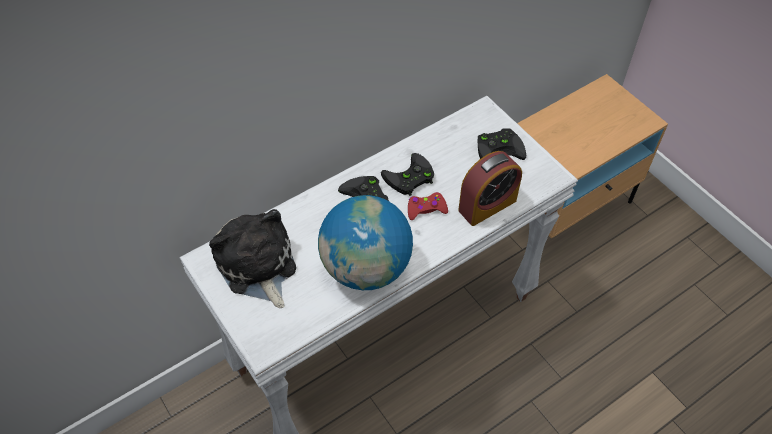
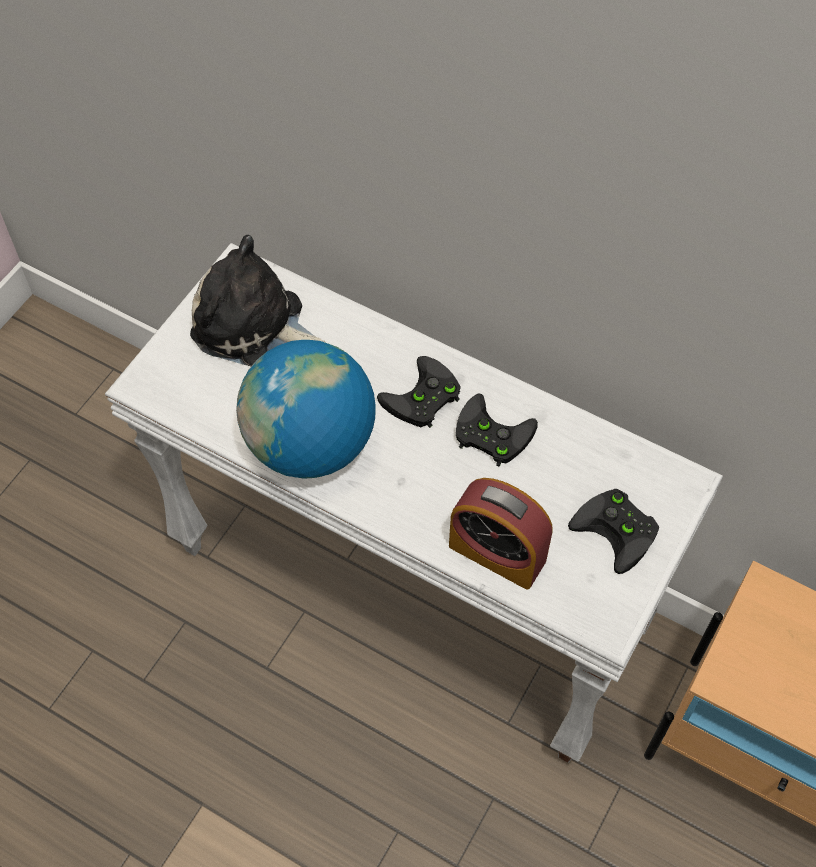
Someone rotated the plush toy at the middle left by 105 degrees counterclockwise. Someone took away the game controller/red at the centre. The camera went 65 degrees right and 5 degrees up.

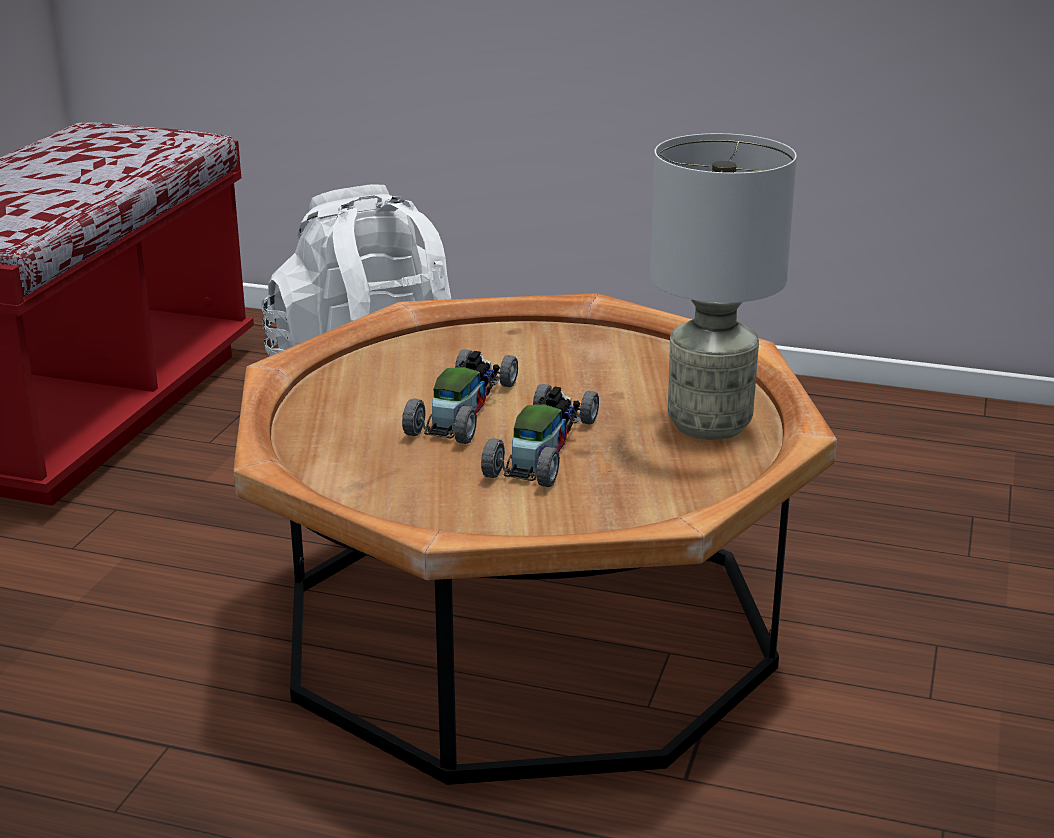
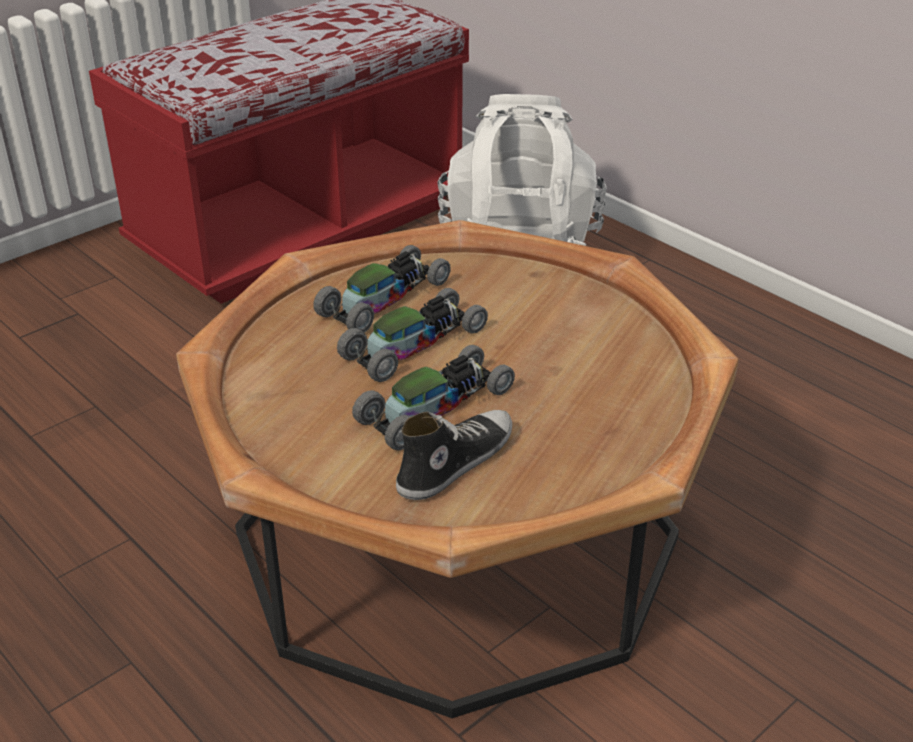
Someone put down the toy car (no. 1 from left) at the centre. Someone put down the shoe at the centre. Someone took away the table lamp/grey at the middle right. The camera went 30 degrees right and 10 degrees up.

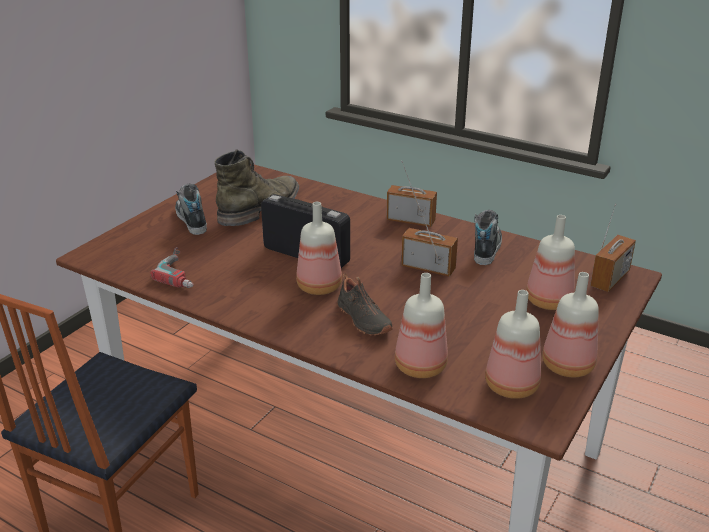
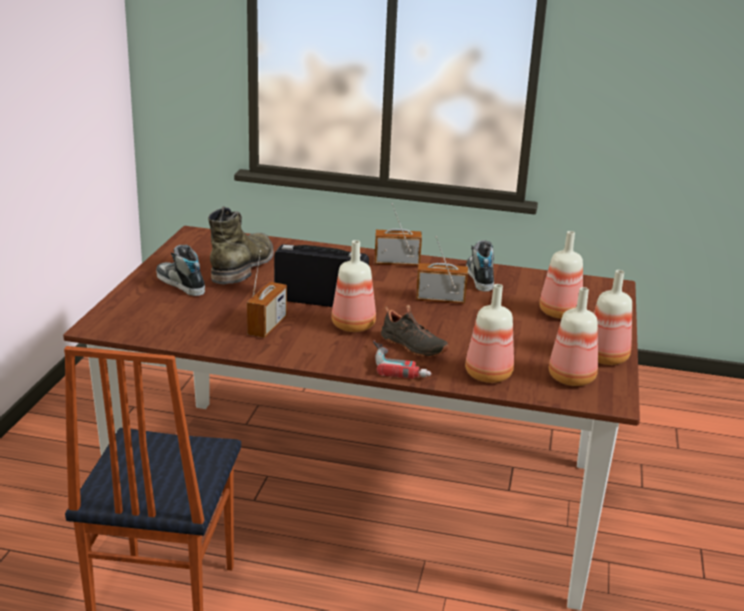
Someone carried the radio (no. 4 from left in the first image) from the middle right to the centre. Someone carried the power drill from the middle left to the centre. The camera went 20 degrees left and 5 degrees down.

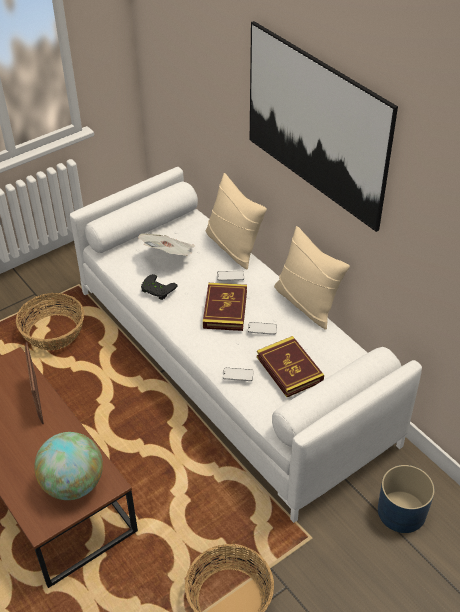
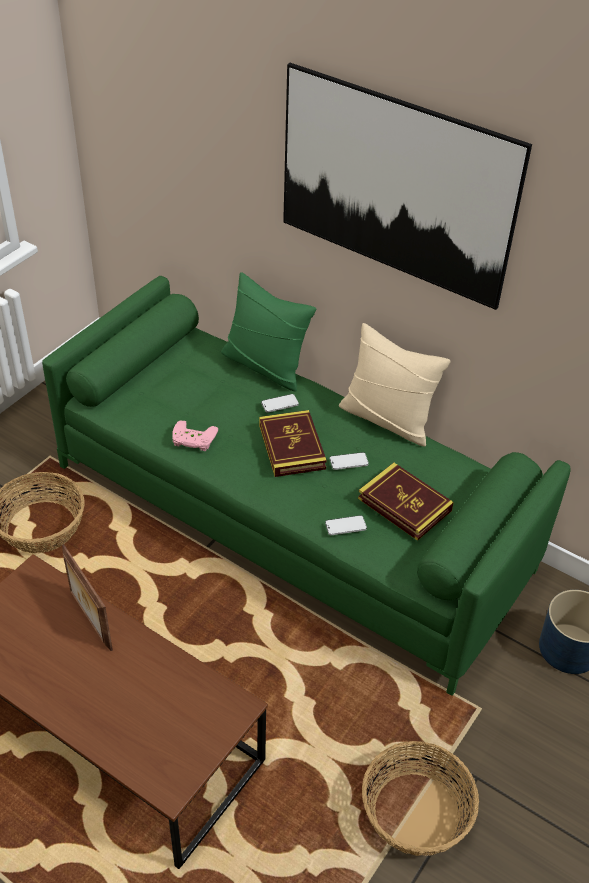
Someone repainted the sofa/white at the centre, which became the sofa/green at the centre. Someone repainted the game controller/black at the centre, which became the game controller/pink at the middle left. Someone repainted the pillow/beige (no. 1 from left) at the centre, which became the pillow/green at the centre. Someone took away the globe at the bottom left. Someone took away the newspaper at the centre. The camera went 20 degrees left and 0 degrees up.

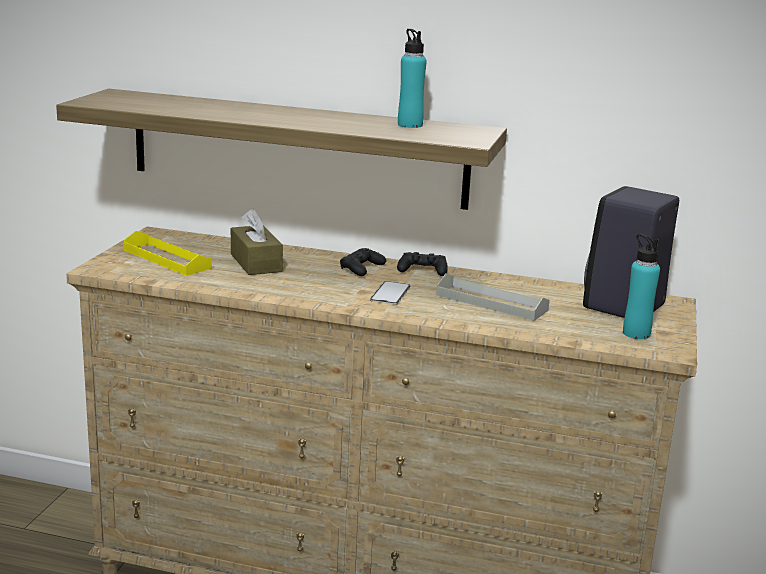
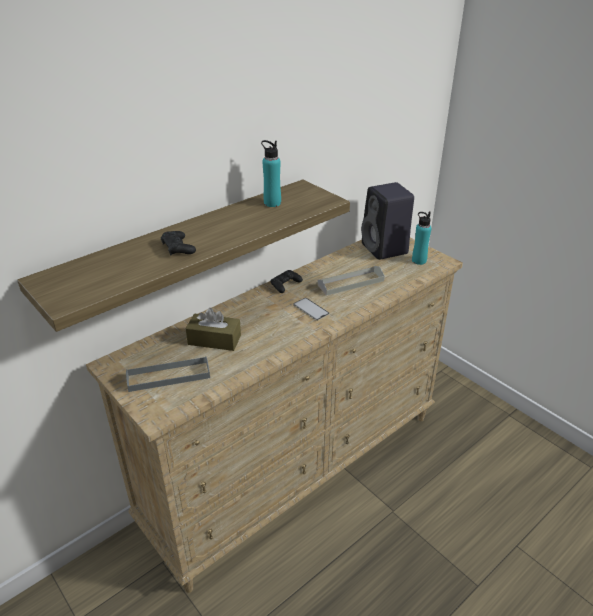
Someone repainted the tray/yellow at the middle left, which became the tray/grey (no. 1 from left) at the middle left. Someone carried the game controller/black (no. 1 from left) from the centre to the middle left. The camera went 55 degrees left and 15 degrees up.

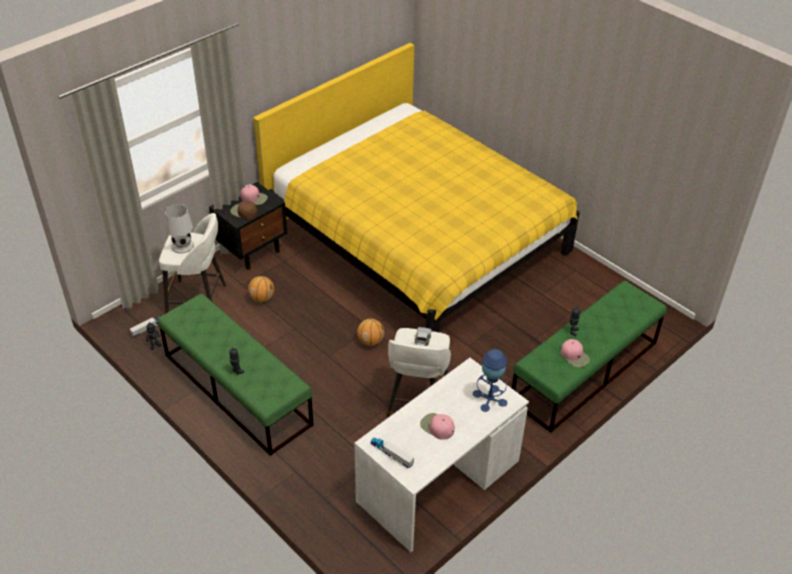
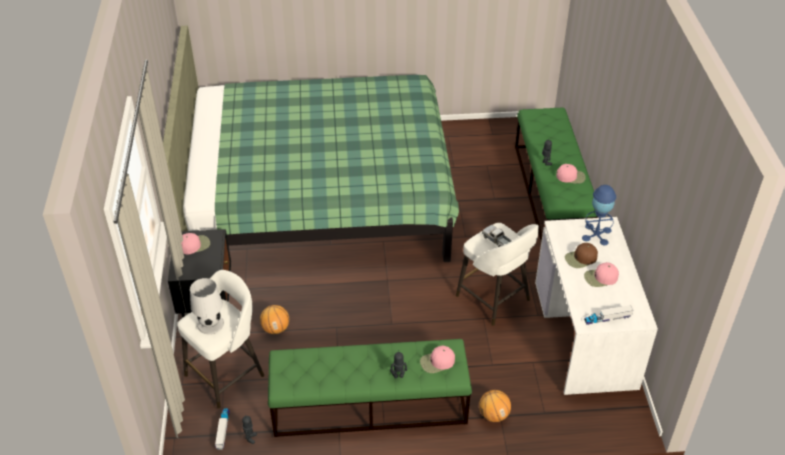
Someone repainted the bed/yellow at the top centre, which became the bed/green at the top centre. Someone put down the cap/pink (no. 2 from left) at the bottom centre. Someone carried the basketball (no. 2 from left) from the centre to the bottom centre. Someone carried the cap/brown from the middle left to the middle right. The camera went 50 degrees left and 0 degrees up.

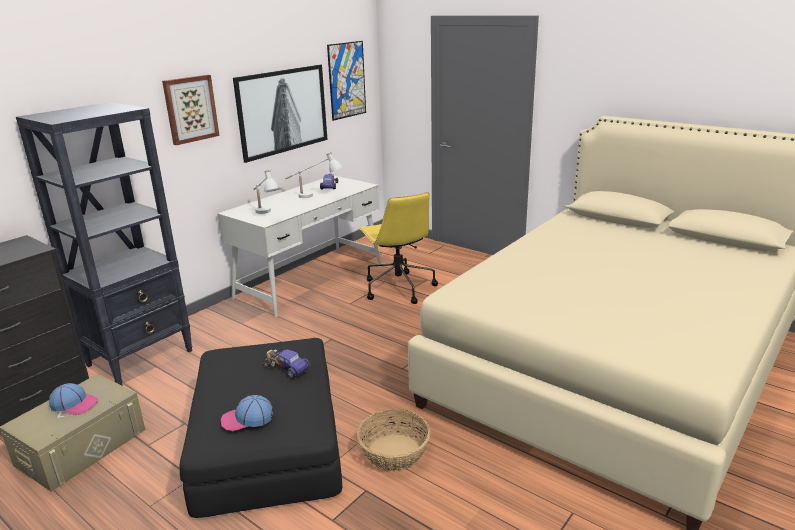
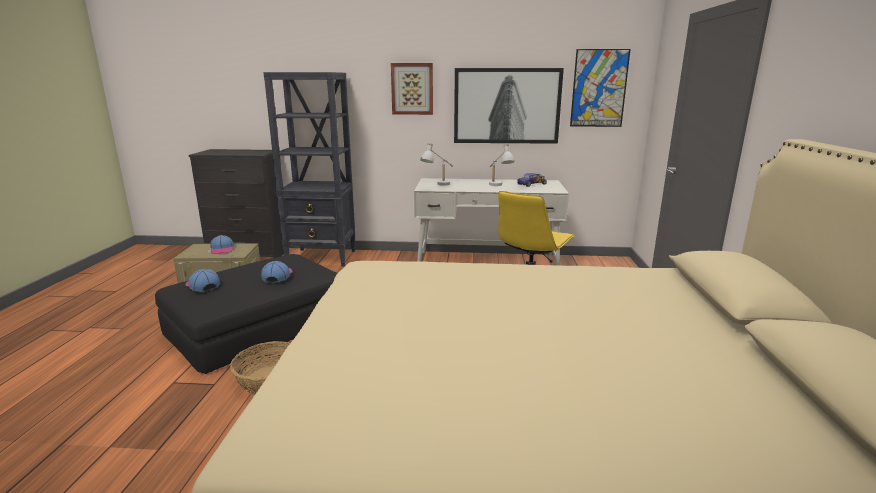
Someone swapped the toy car (no. 1 from left) at the bottom centre for the cap (no. 3 from left) at the middle left. The camera went 55 degrees right and 5 degrees down.

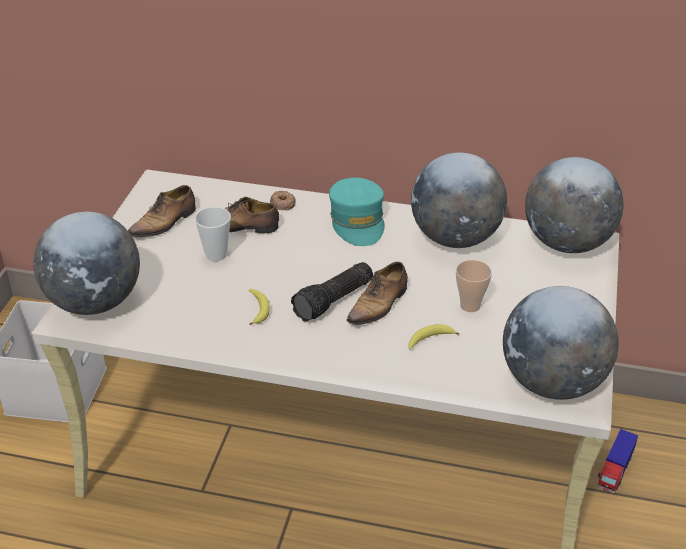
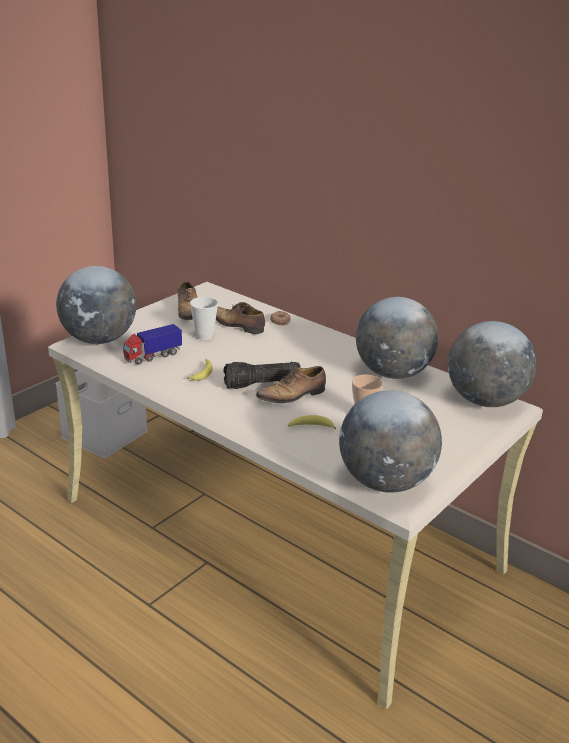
Someone carried the toy truck from the bottom right to the middle left. Someone rotated the shoe (no. 1 from left) at the middle left by 75 degrees counterclockwise. Someone took away the cap/turquoise at the centre. The camera went 25 degrees right and 10 degrees down.

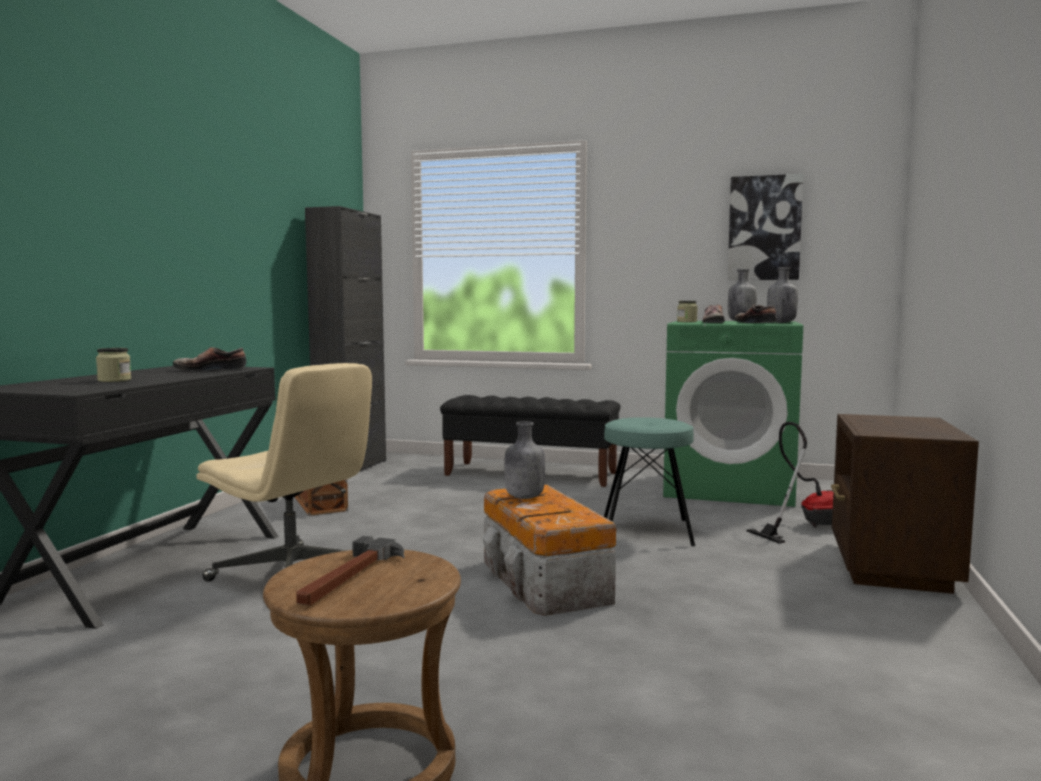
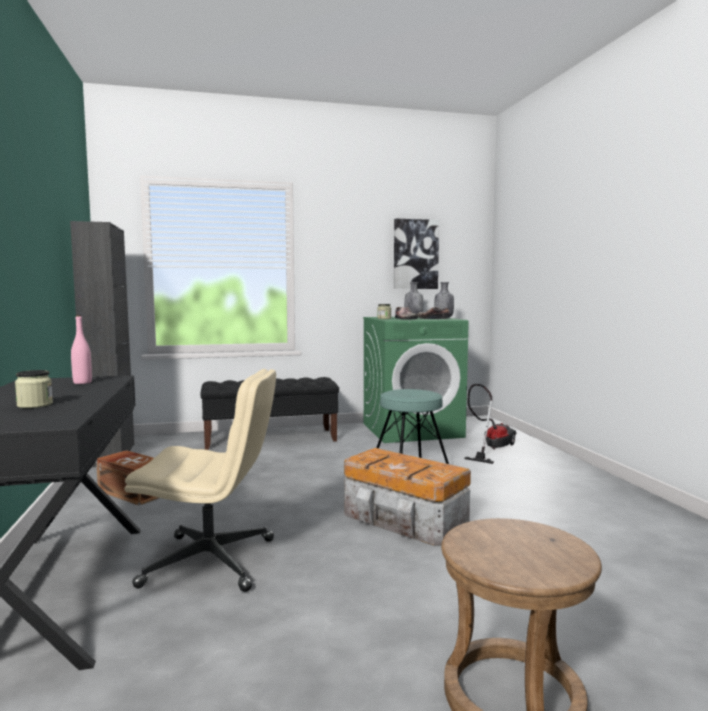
Someone swapped the shoe (no. 1 from left) at the middle left for the bottle/pink at the middle left. Someone took away the hammer at the bottom centre. Someone took away the bottle/grey (no. 1 from left) at the centre. Someone took away the nightstand/brown at the middle right. The camera went 30 degrees left and 0 degrees up.

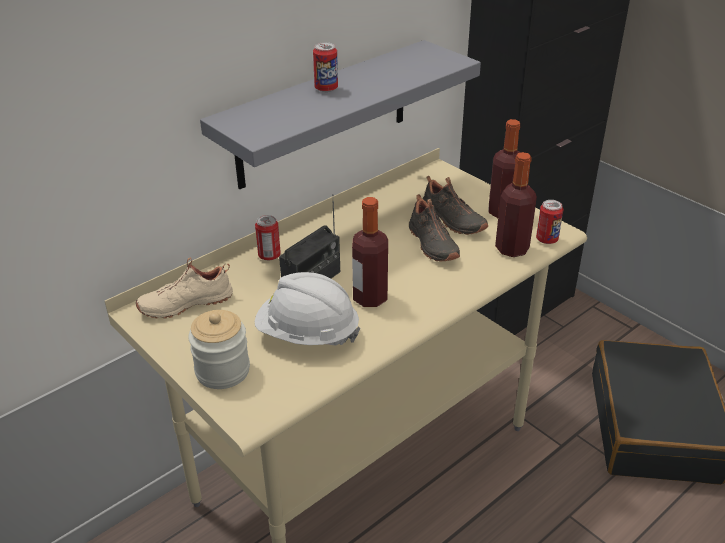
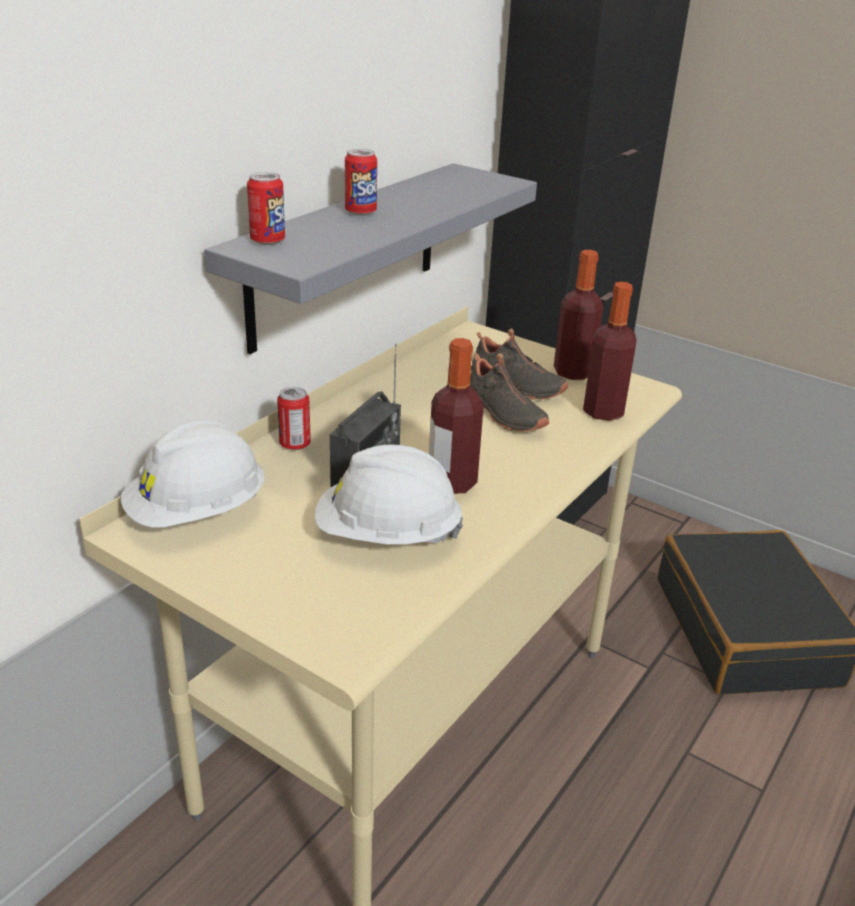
Someone swapped the shoe/beige at the middle left for the hard hat/white (no. 1 from left) at the middle left. Someone carried the can (no. 3 from left in the first image) from the middle right to the top left. Someone took away the jar at the middle left. The camera went 15 degrees left and 5 degrees down.

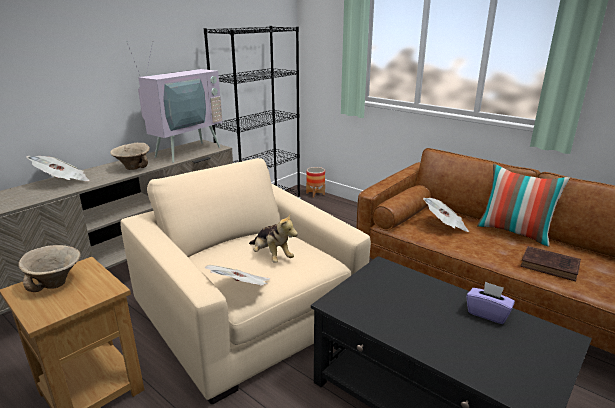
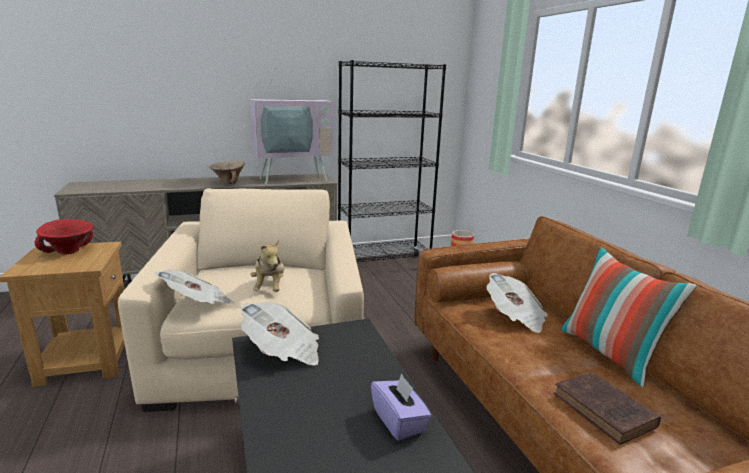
Someone repainted the bowl/beige (no. 1 from left) at the middle left, which became the bowl/red at the middle left. Someone carried the newspaper (no. 1 from left in the first image) from the middle left to the bottom centre. The camera went 30 degrees right and 5 degrees down.

